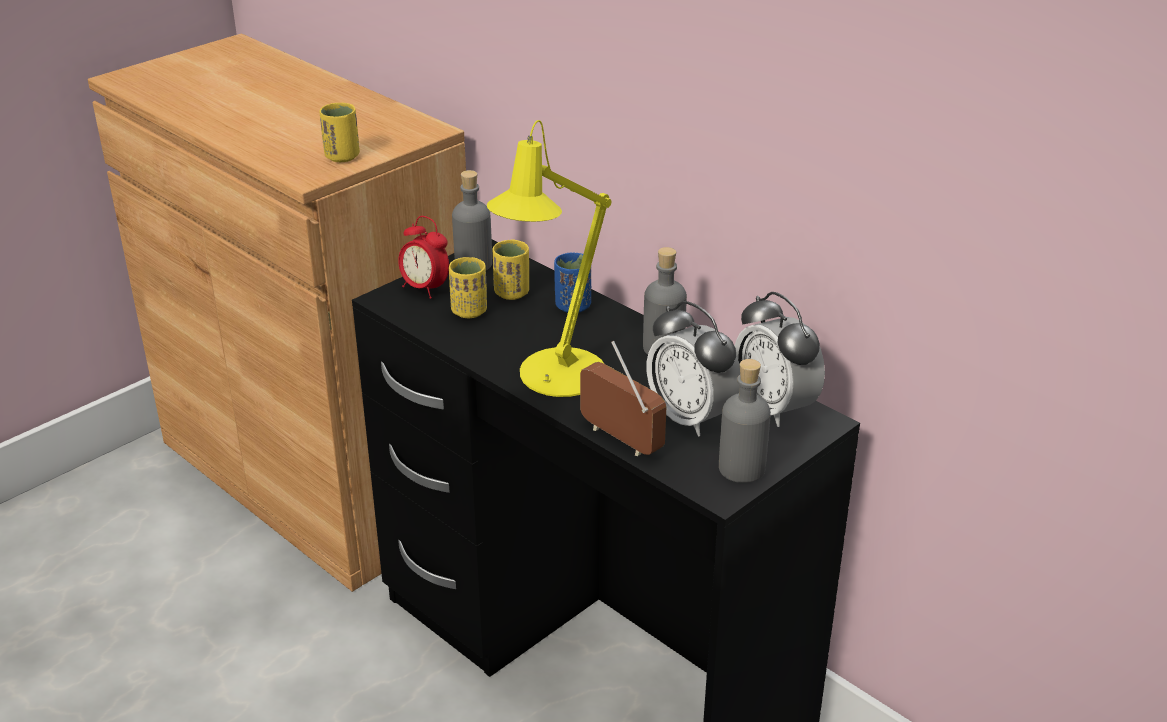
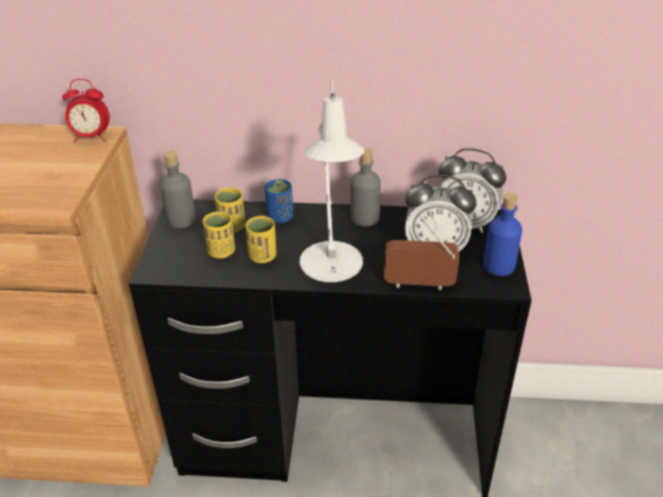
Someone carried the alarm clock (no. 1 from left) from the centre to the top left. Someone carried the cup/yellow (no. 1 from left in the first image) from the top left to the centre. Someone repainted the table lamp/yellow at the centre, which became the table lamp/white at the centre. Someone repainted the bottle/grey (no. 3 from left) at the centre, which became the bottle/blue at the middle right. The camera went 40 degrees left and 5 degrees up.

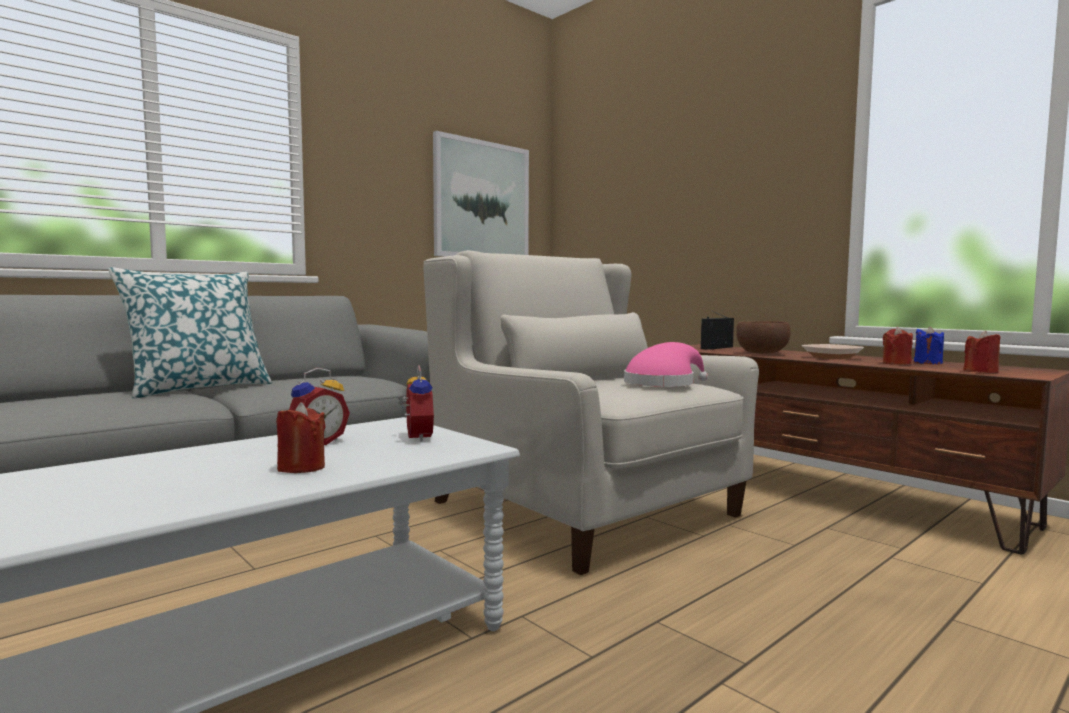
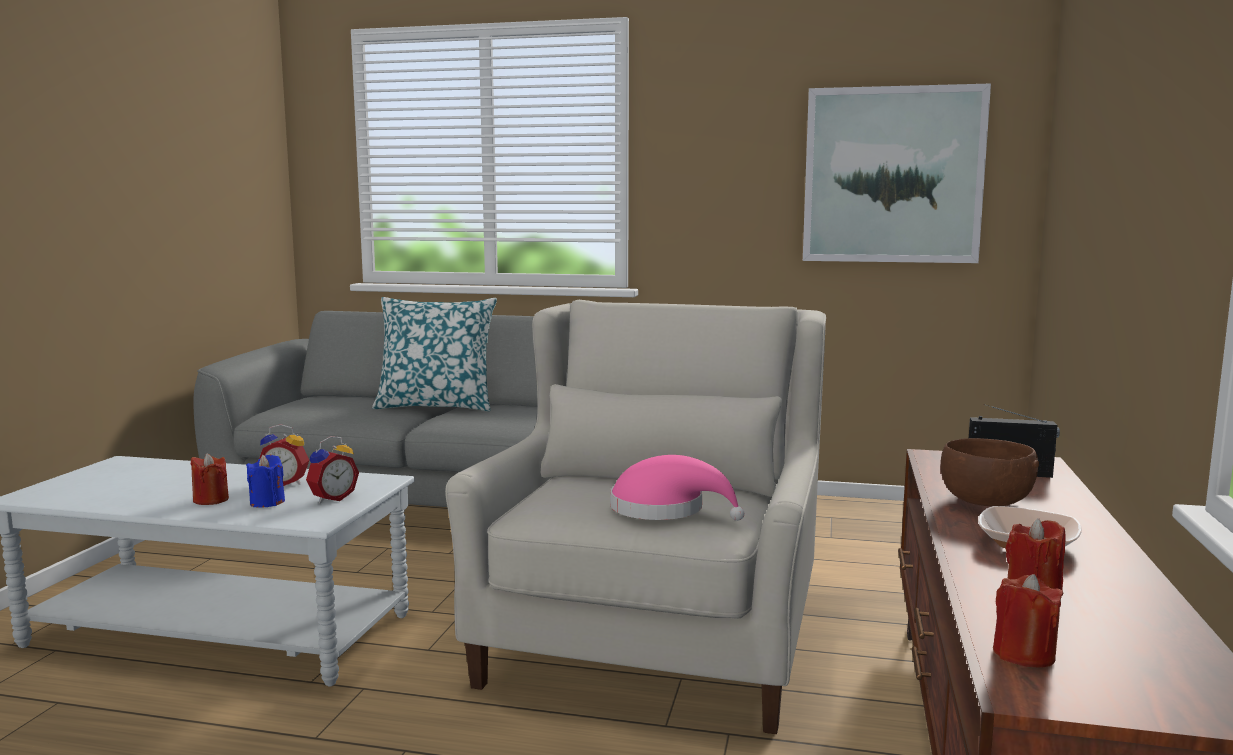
Someone carried the candle/blue from the middle right to the middle left. The camera went 55 degrees right and 5 degrees up.

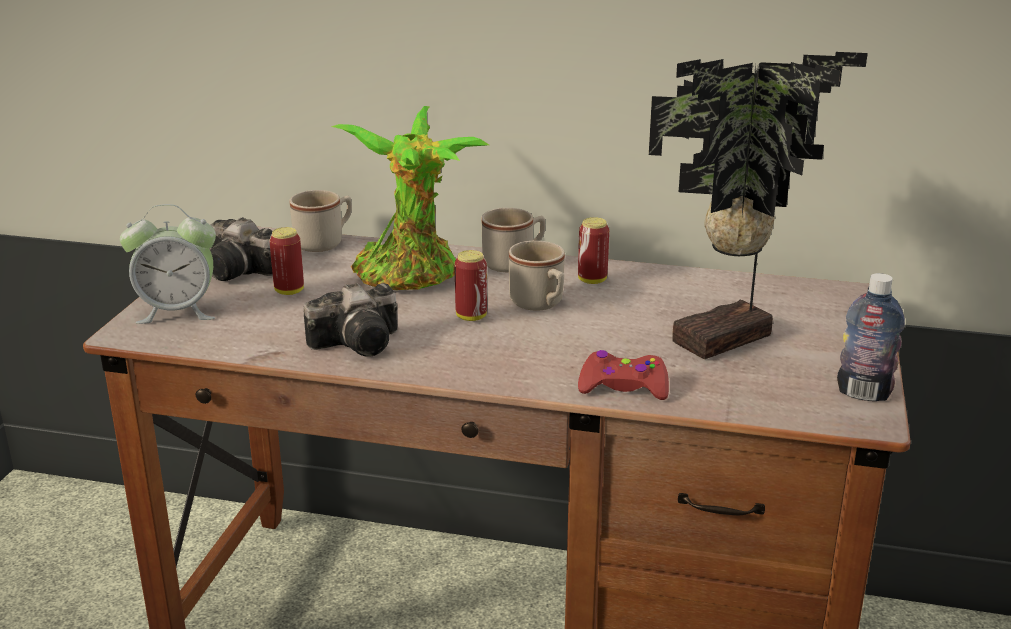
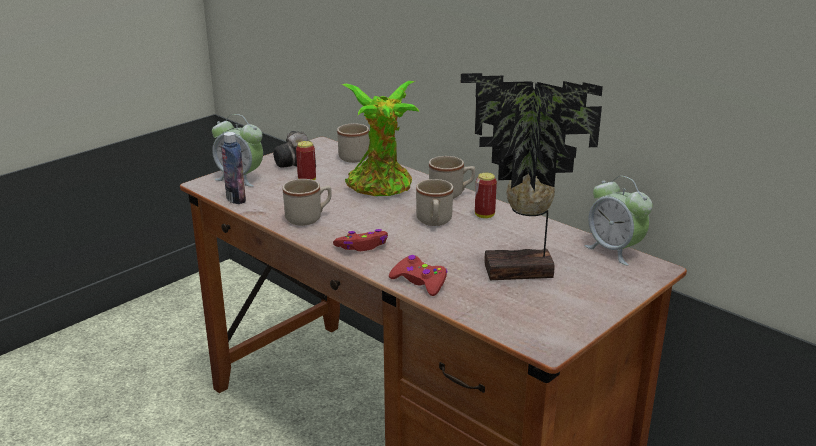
Someone carried the bottle from the middle right to the middle left. Someone swapped the photo camera (no. 2 from left) at the centre for the mug/beige (no. 1 from left) at the centre. Someone put down the game controller/red (no. 1 from left) at the centre. Someone put down the alarm clock (no. 2 from left) at the middle right. Someone took away the can (no. 2 from left) at the centre. The camera went 30 degrees right and 0 degrees up.

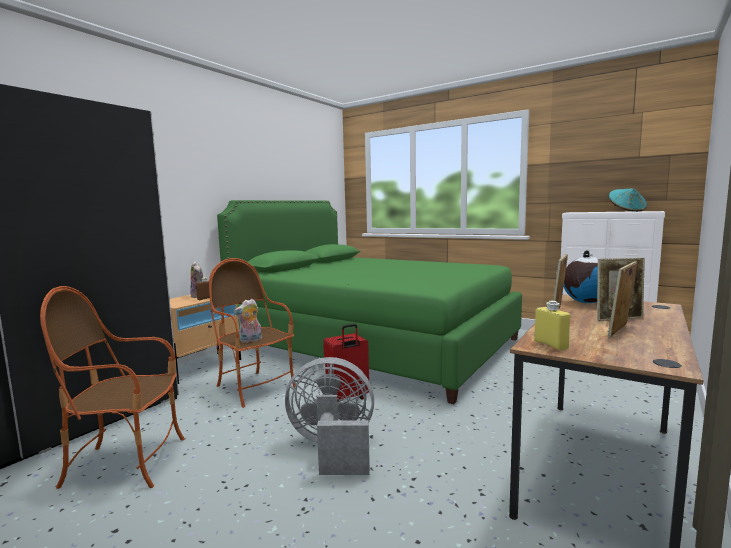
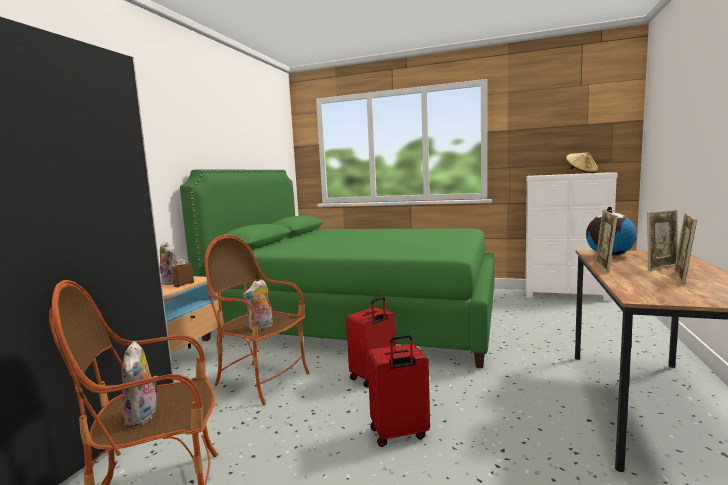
Someone put down the plush toy (no. 1 from left) at the bottom left. Someone swapped the fan/grey at the bottom centre for the suitcase/red (no. 2 from left) at the bottom centre. Someone repainted the hat/turquoise at the middle right, which became the hat/beige at the middle right. Someone took away the bottle/yellow at the middle right. The camera went 15 degrees left and 0 degrees up.

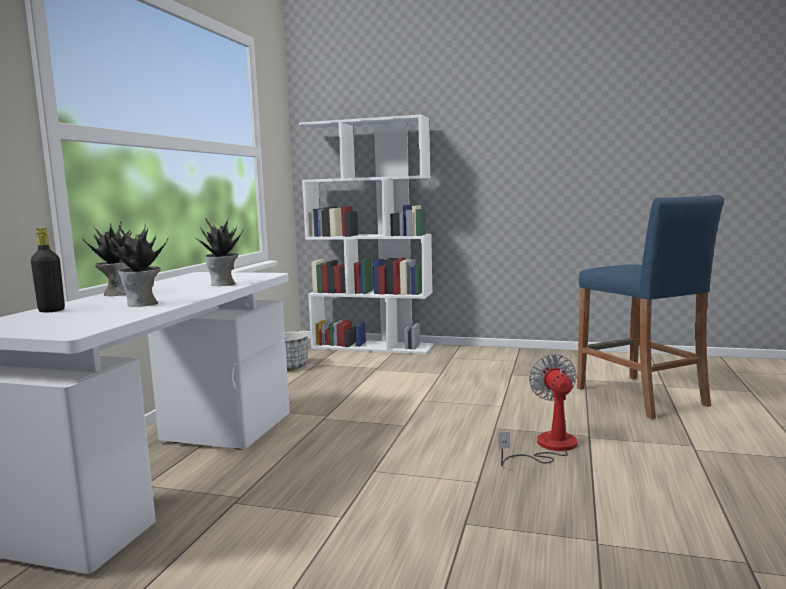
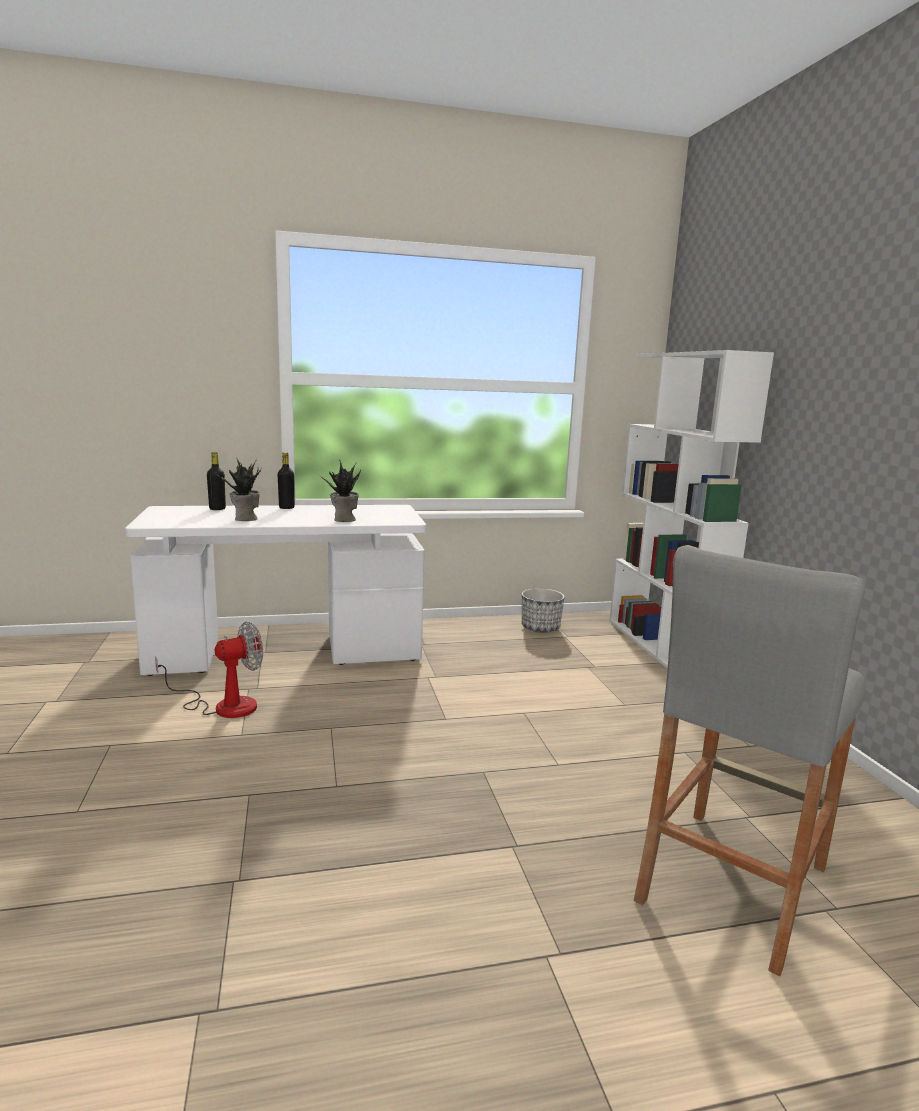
Someone carried the fan from the bottom right to the middle left. Someone swapped the potted plant (no. 1 from left) at the middle left for the bottle/black (no. 2 from left) at the middle left. Someone repainted the stool/blue at the middle right, which became the stool/grey at the bottom right. The camera went 60 degrees right and 5 degrees up.

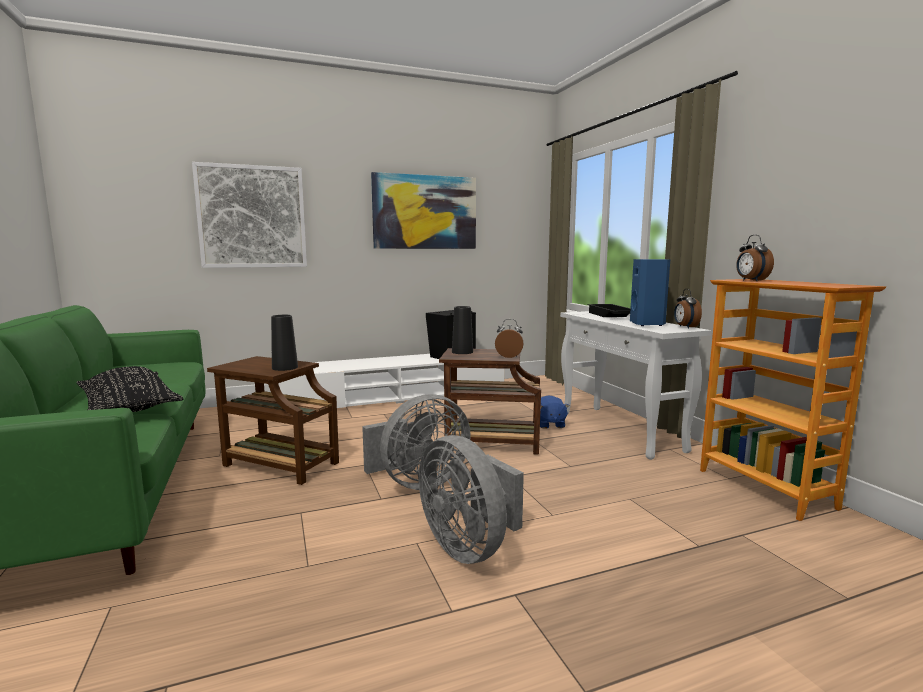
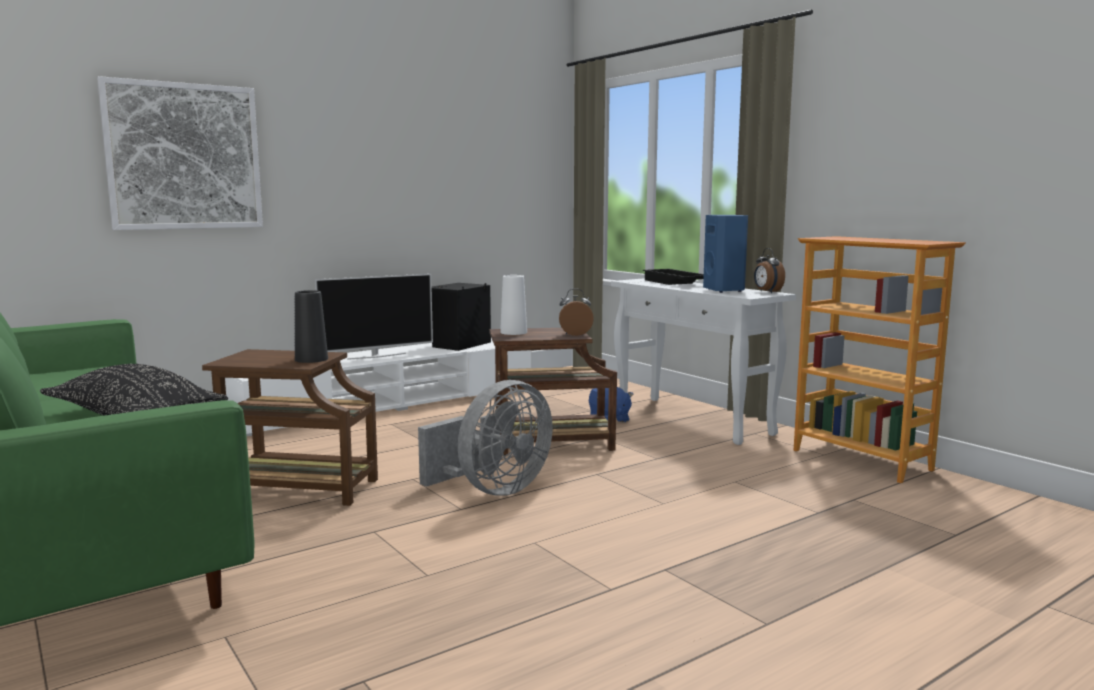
Someone put down the television at the centre. Someone repainted the vase/black (no. 2 from left) at the centre, which became the vase/white at the centre. Someone took away the picture (no. 2 from left) at the top centre. Someone took away the fan/grey (no. 2 from left) at the bottom centre. Someone took away the alarm clock (no. 3 from left) at the middle right. The camera went 15 degrees left and 0 degrees up.

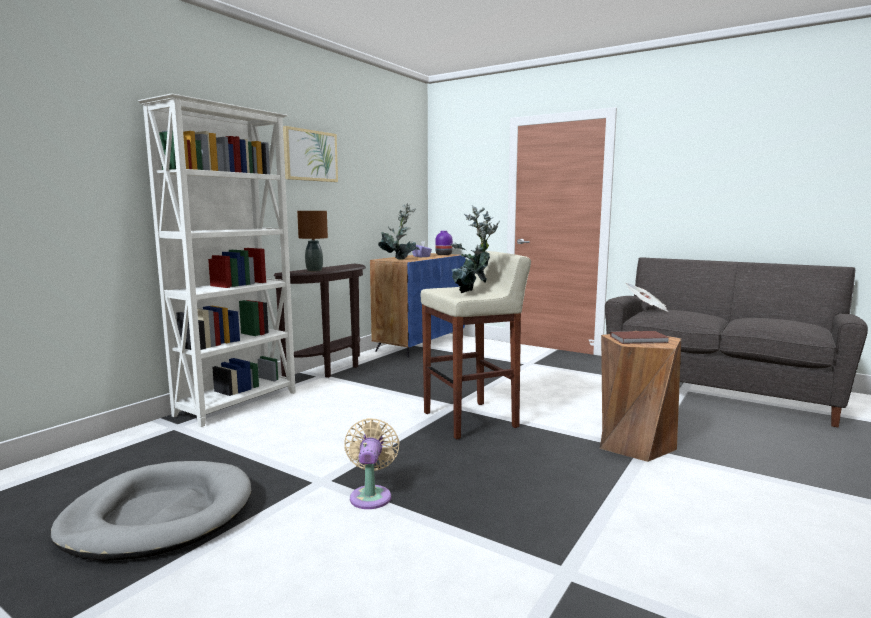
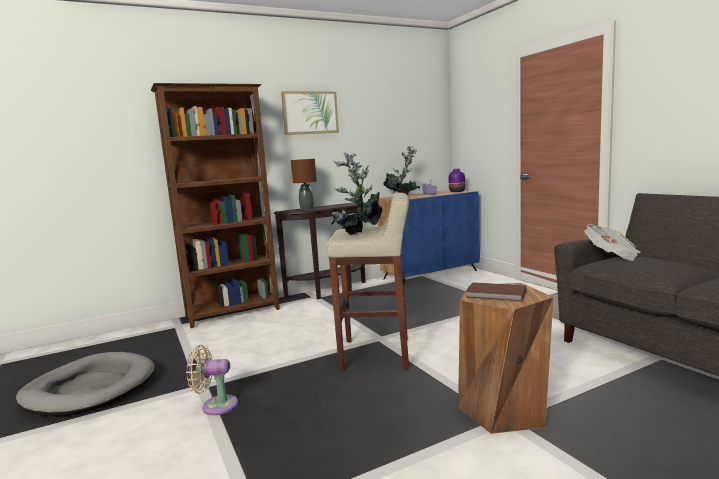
Someone repainted the bookcase/white at the middle left, which became the bookcase/brown at the middle left. Someone rotated the fan/beige at the bottom centre by 120 degrees counterclockwise. The camera went 30 degrees right and 0 degrees up.

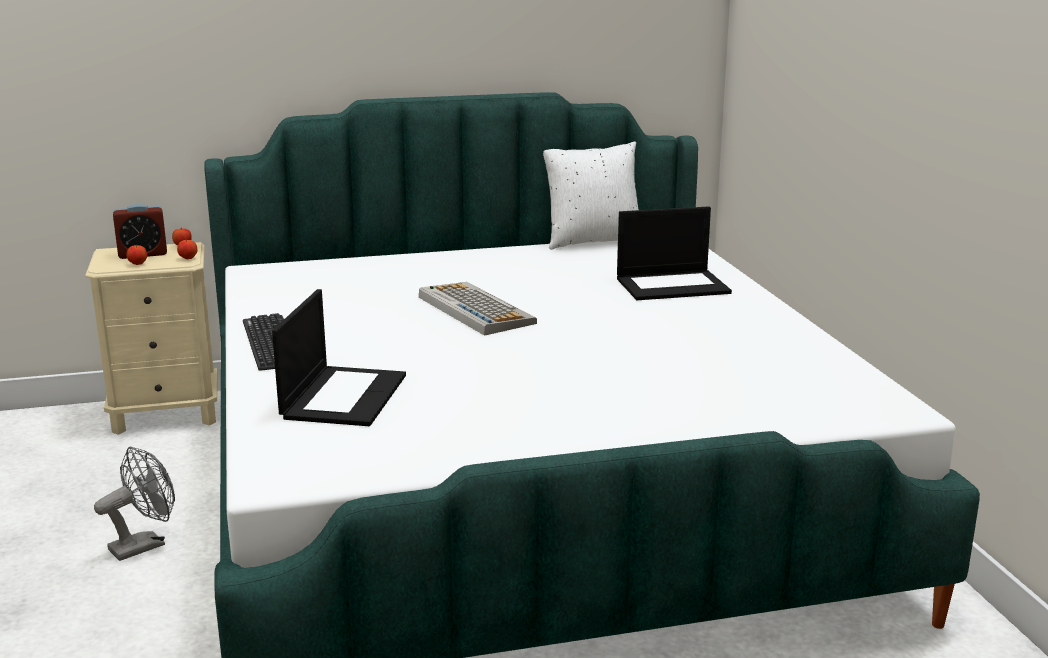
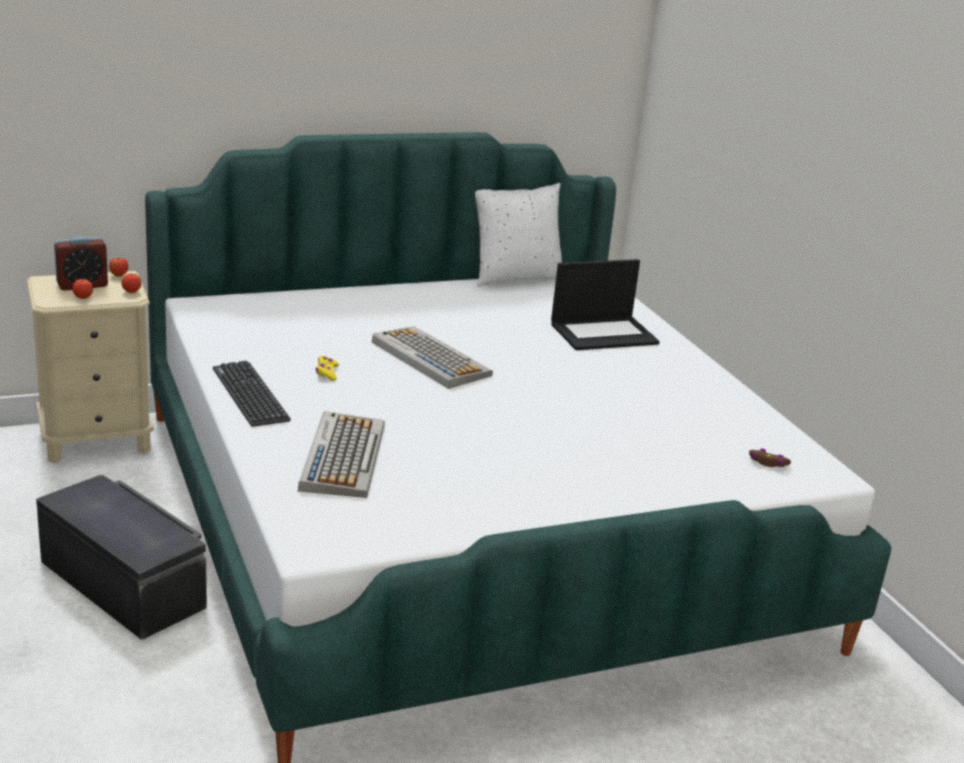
Someone swapped the fan/grey at the bottom left for the storage box/black at the bottom left. Someone swapped the laptop (no. 1 from left) at the middle left for the keyboard (no. 2 from left) at the centre. Someone put down the game controller/yellow at the centre. Someone put down the game controller/brown at the middle right. The camera went 10 degrees left and 5 degrees up.

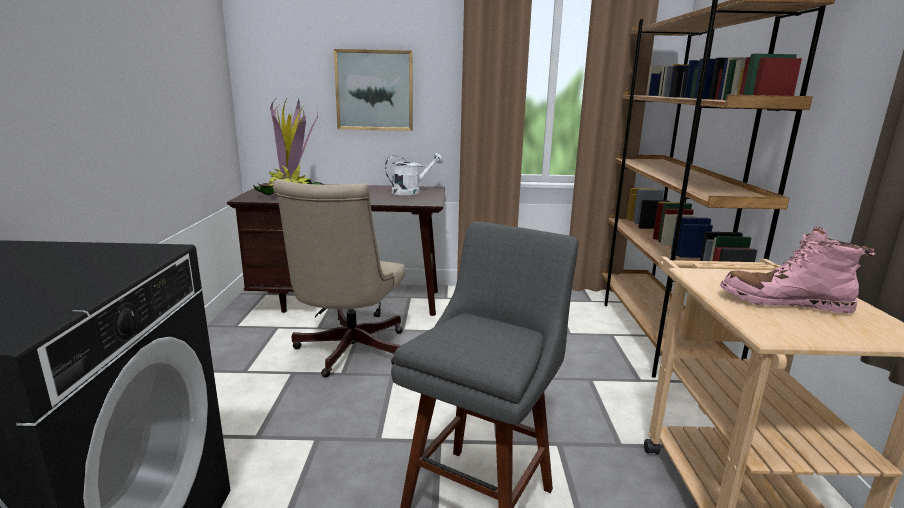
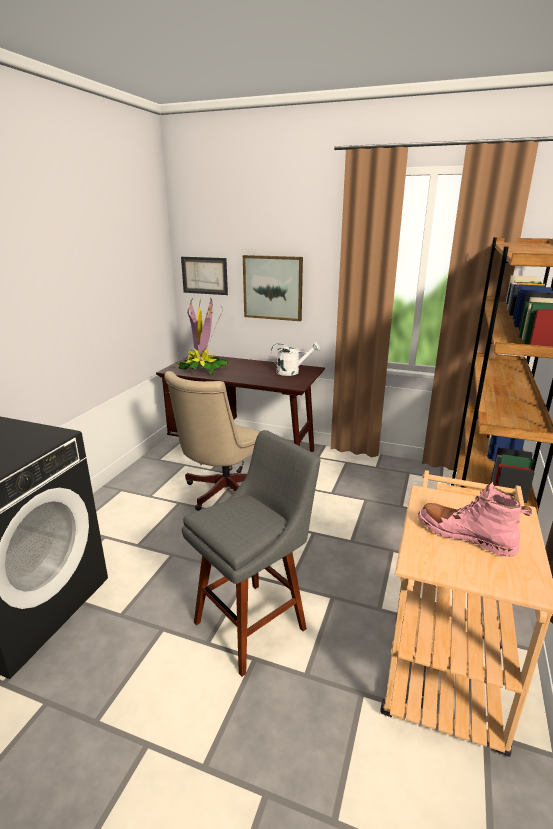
Someone put up the picture (no. 1 from left) at the top centre. The camera went 20 degrees right and 5 degrees up.

